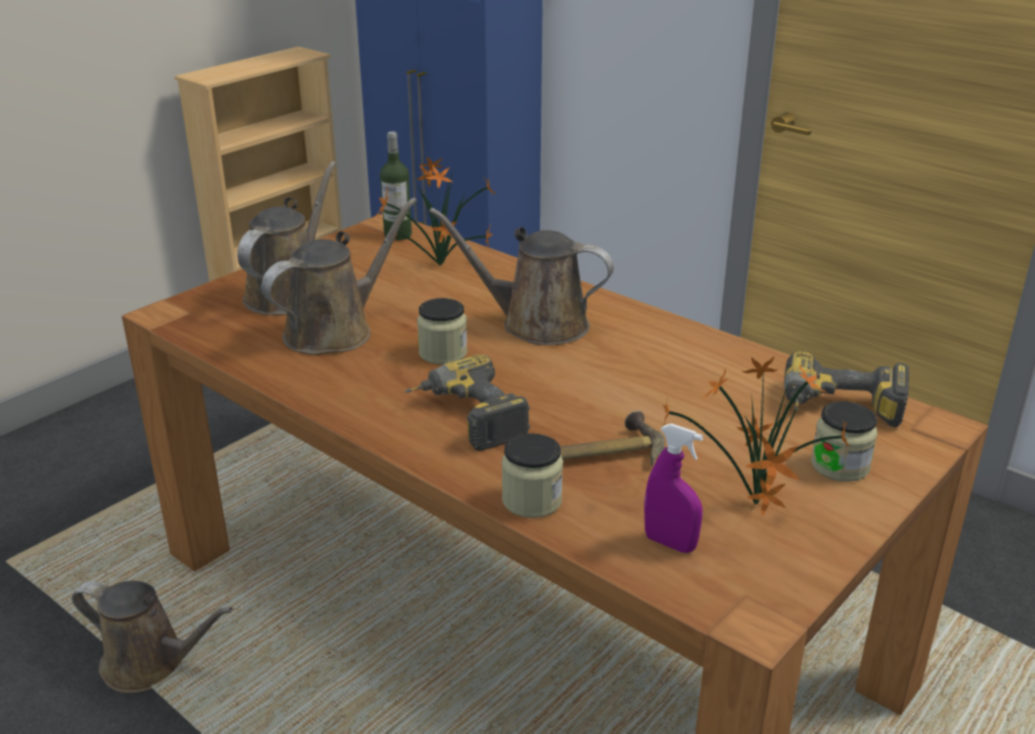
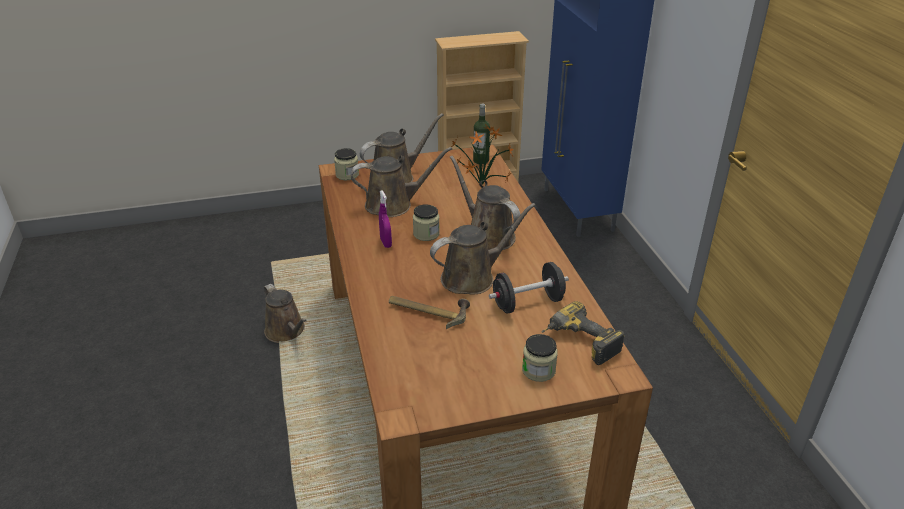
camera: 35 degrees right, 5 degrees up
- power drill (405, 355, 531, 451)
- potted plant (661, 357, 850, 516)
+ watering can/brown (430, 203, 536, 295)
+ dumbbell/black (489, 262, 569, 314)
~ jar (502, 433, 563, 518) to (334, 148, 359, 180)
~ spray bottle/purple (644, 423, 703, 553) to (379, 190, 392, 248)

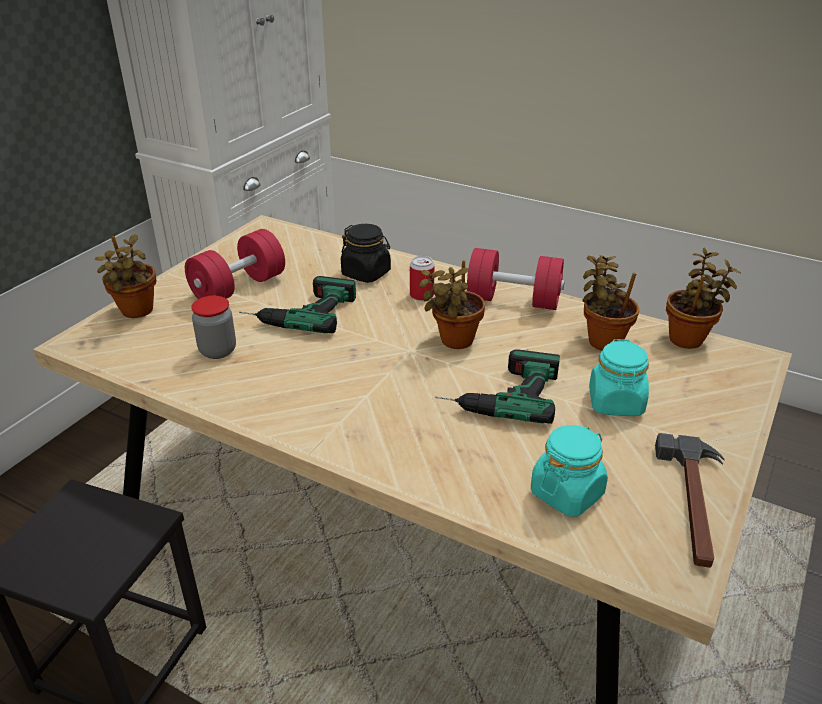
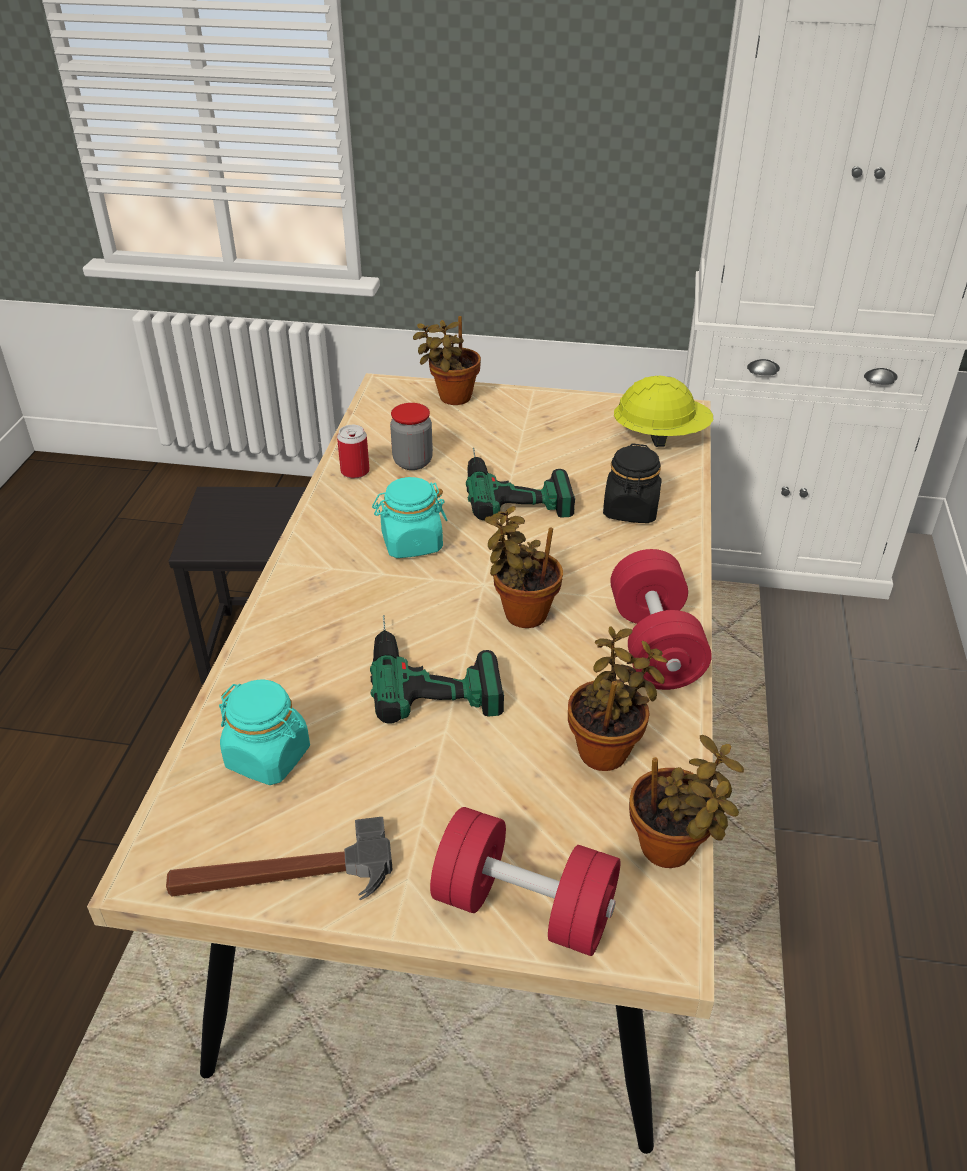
camera: 70 degrees right, 5 degrees up
+ hard hat/yellow (614, 376, 713, 447)
~ dumbbell/red (185, 229, 285, 299) to (430, 807, 621, 956)
~ can (410, 256, 435, 301) to (337, 425, 370, 478)
~ jar/turquoise (589, 339, 649, 416) to (372, 477, 447, 558)

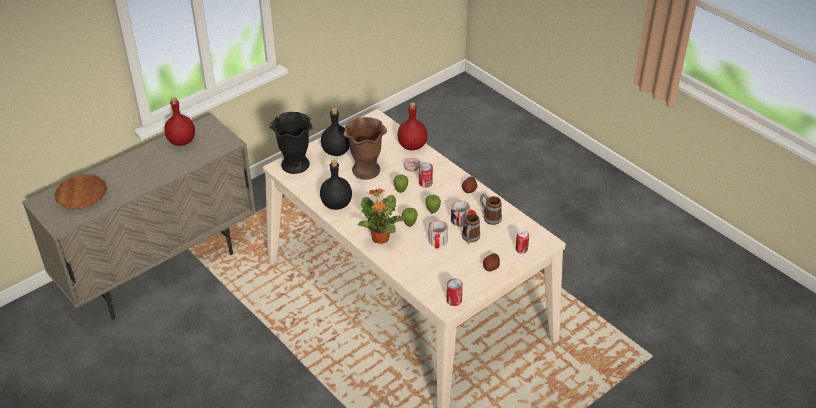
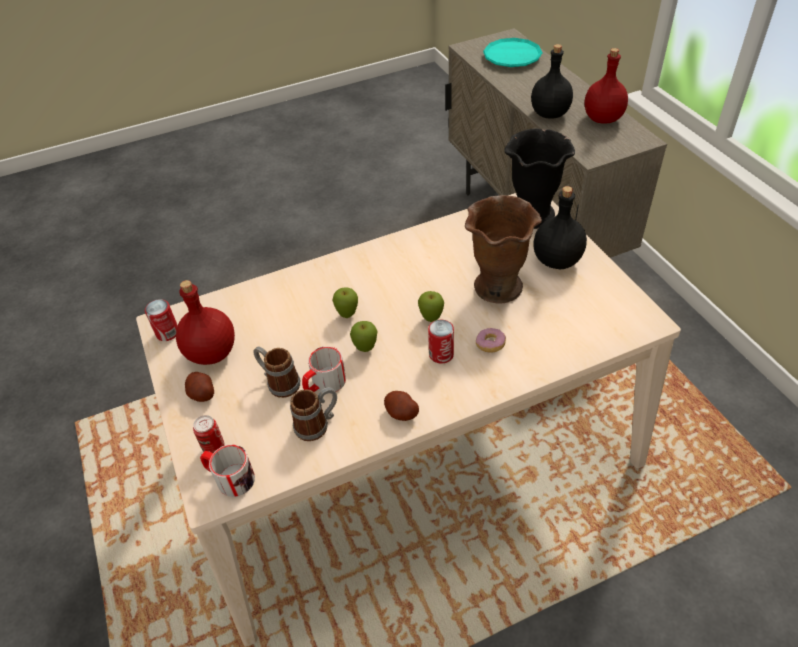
camera: 110 degrees right, 5 degrees up
- potted plant (358, 188, 405, 244)
~ bottle/black (320, 160, 352, 210) to (531, 44, 573, 119)
~ bottle/red (397, 102, 427, 150) to (176, 280, 235, 365)
~ mug (428, 220, 448, 248) to (200, 444, 255, 497)
~ plate/brown (54, 175, 107, 209) to plate/turquoise (483, 38, 542, 67)

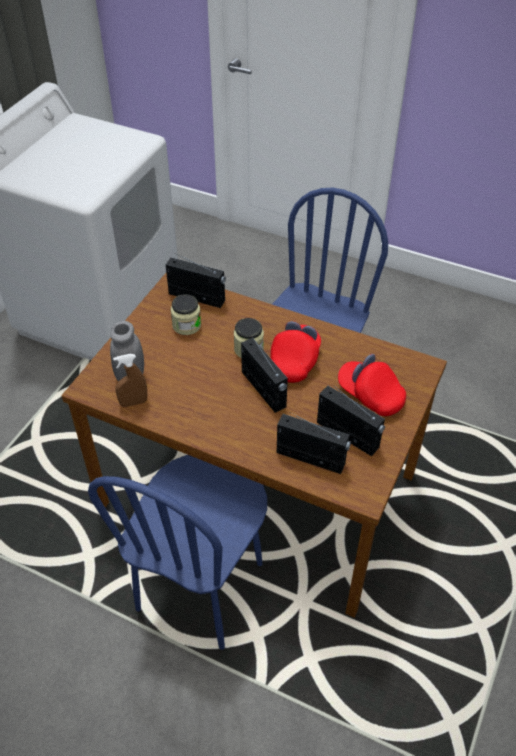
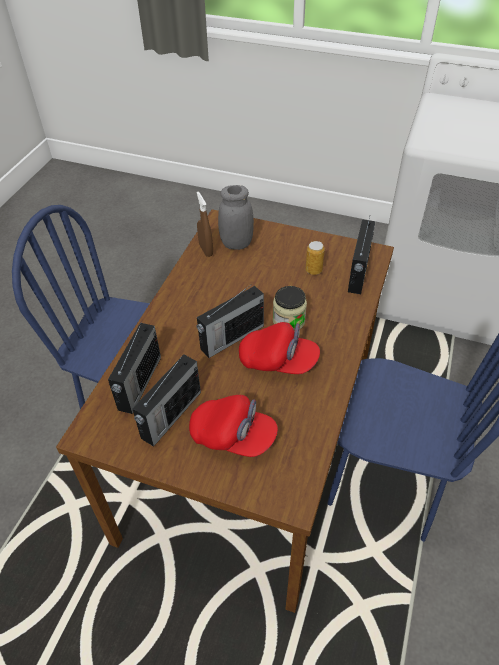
camera: 85 degrees right, 0 degrees up
~ jar (171, 294, 201, 335) to can (305, 241, 325, 275)
~ cap/red (338, 354, 406, 416) = (189, 395, 278, 457) 75 degrees clockwise

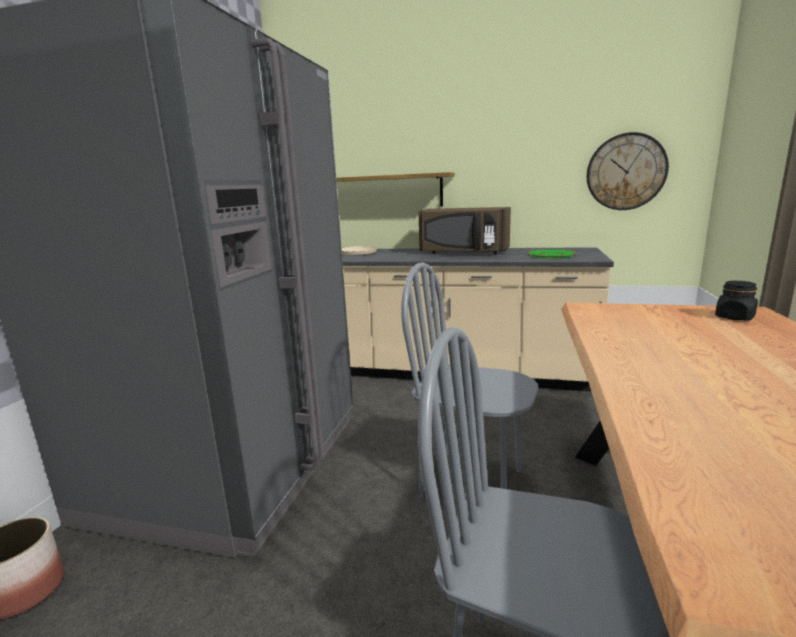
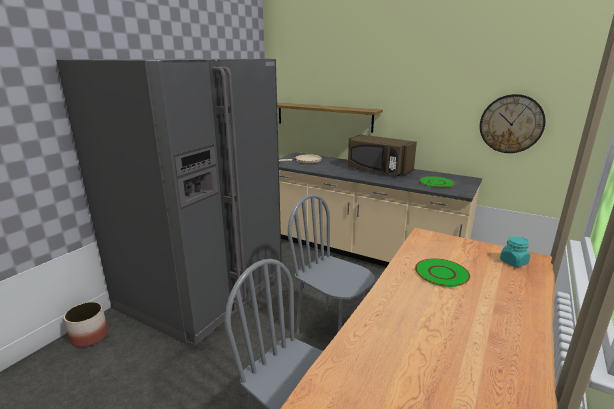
camera: 15 degrees right, 5 degrees up
+ plate/green (415, 258, 470, 287)
~ jar/black (715, 281, 758, 321) to jar/turquoise (500, 237, 530, 267)

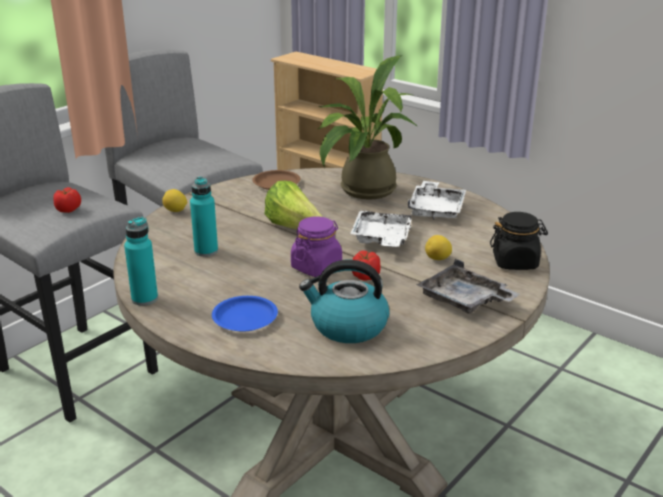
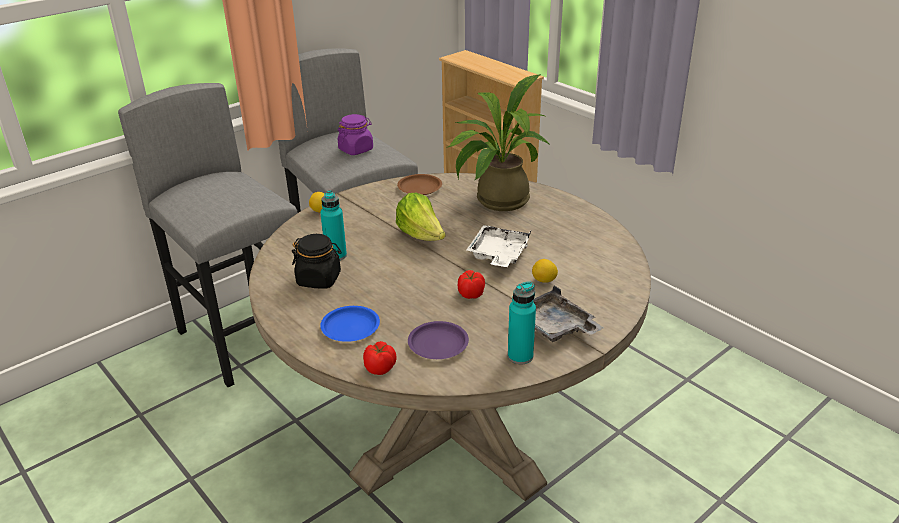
camera: 10 degrees right, 5 degrees up
- tray/white (408, 181, 466, 219)
~ tomato (53, 187, 81, 213) to (363, 341, 397, 375)
~ bottle/turquoise (124, 217, 158, 306) to (508, 281, 536, 364)
~ jar/purple (291, 216, 342, 277) to (337, 114, 373, 155)
~ jar/black (490, 212, 548, 270) to (292, 234, 342, 289)
~ kettle (299, 260, 389, 343) to plate/purple (408, 321, 469, 359)

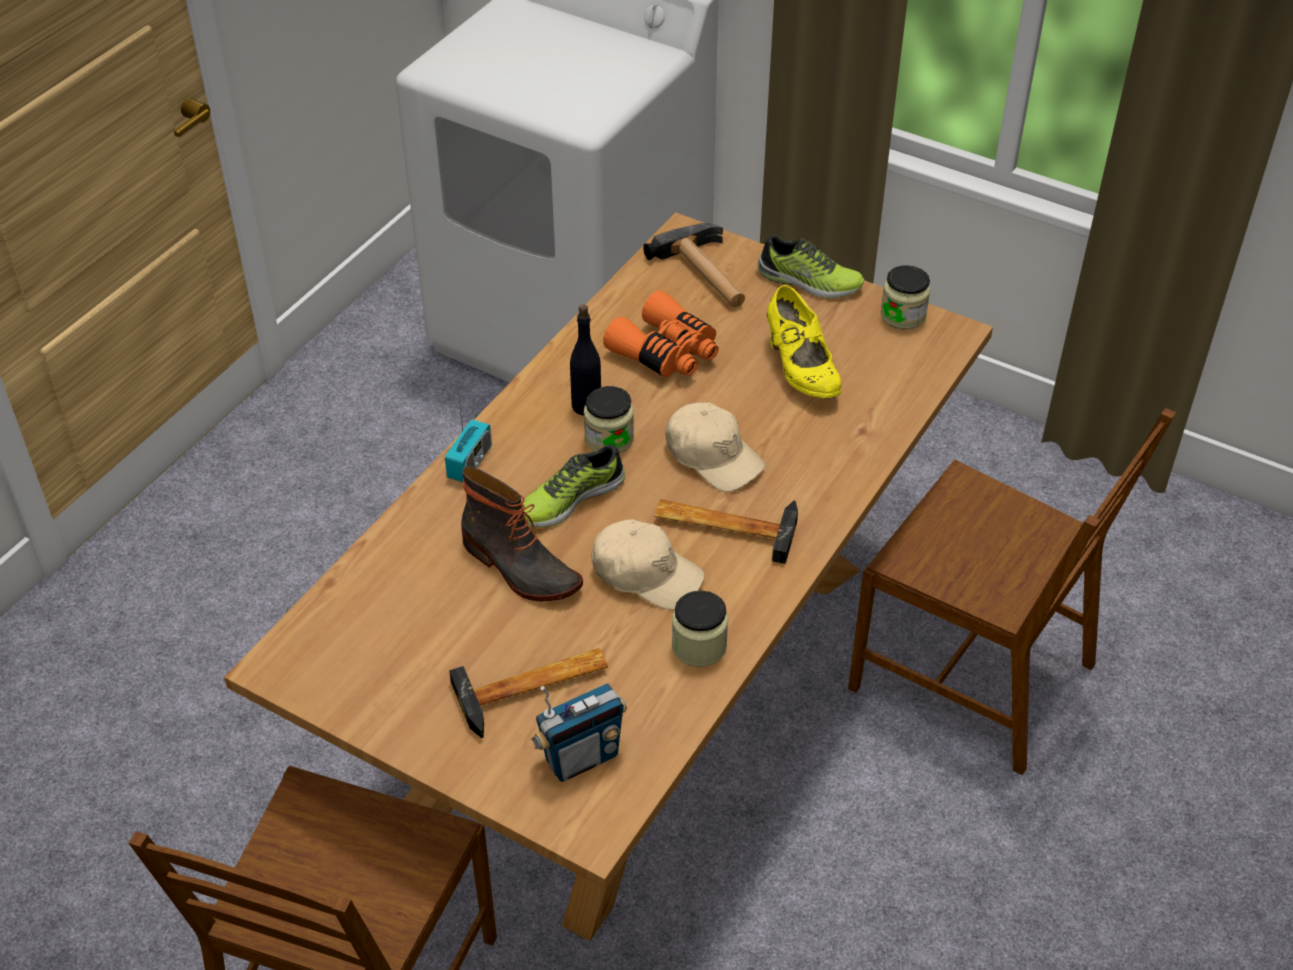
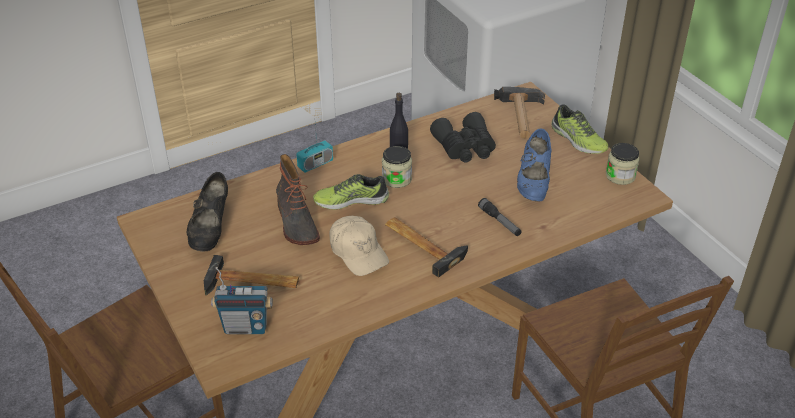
camera: 30 degrees right, 5 degrees down
- cap/beige (665, 403, 765, 492)
- jar (672, 590, 728, 667)
+ shoe/black (186, 172, 228, 252)
+ flashlight (478, 198, 522, 236)
~ binoculars/orange (603, 290, 719, 377) to binoculars/black (430, 112, 496, 163)
~ shoe/yellow (767, 285, 842, 399) to shoe/blue (517, 128, 551, 202)

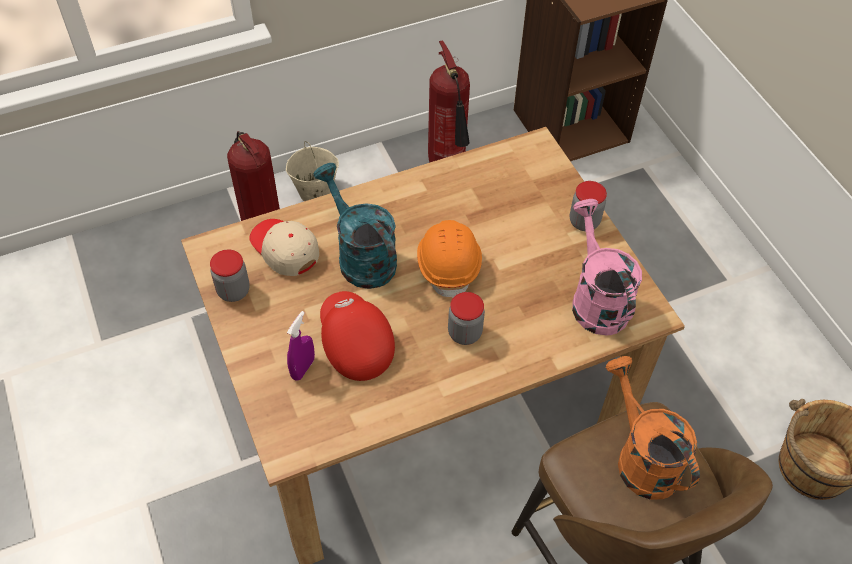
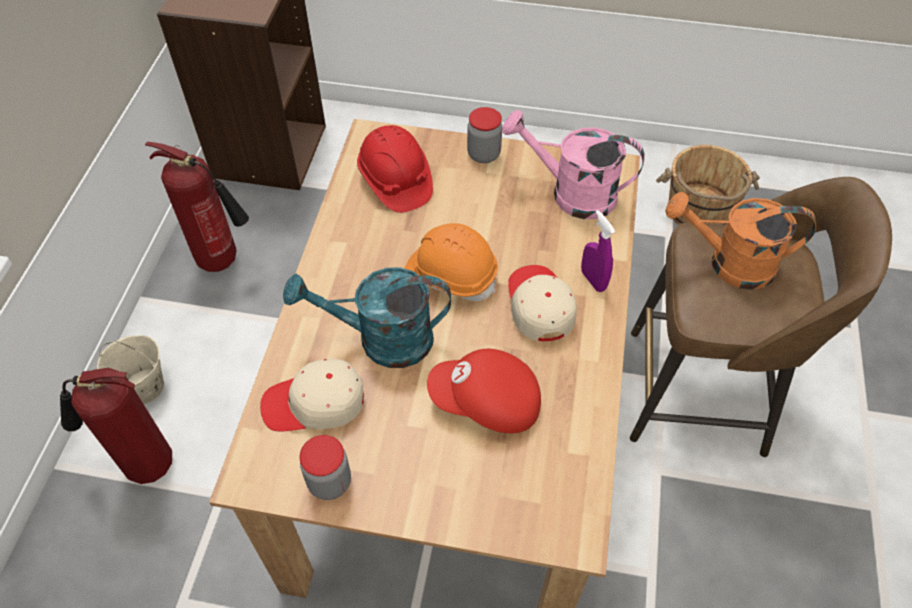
camera: 55 degrees left, 0 degrees up
+ hard hat/red (357, 125, 433, 213)
~ spray bottle/purple (287, 311, 315, 380) to (581, 210, 615, 292)
~ jar (448, 292, 485, 345) to cap/beige (508, 265, 577, 341)

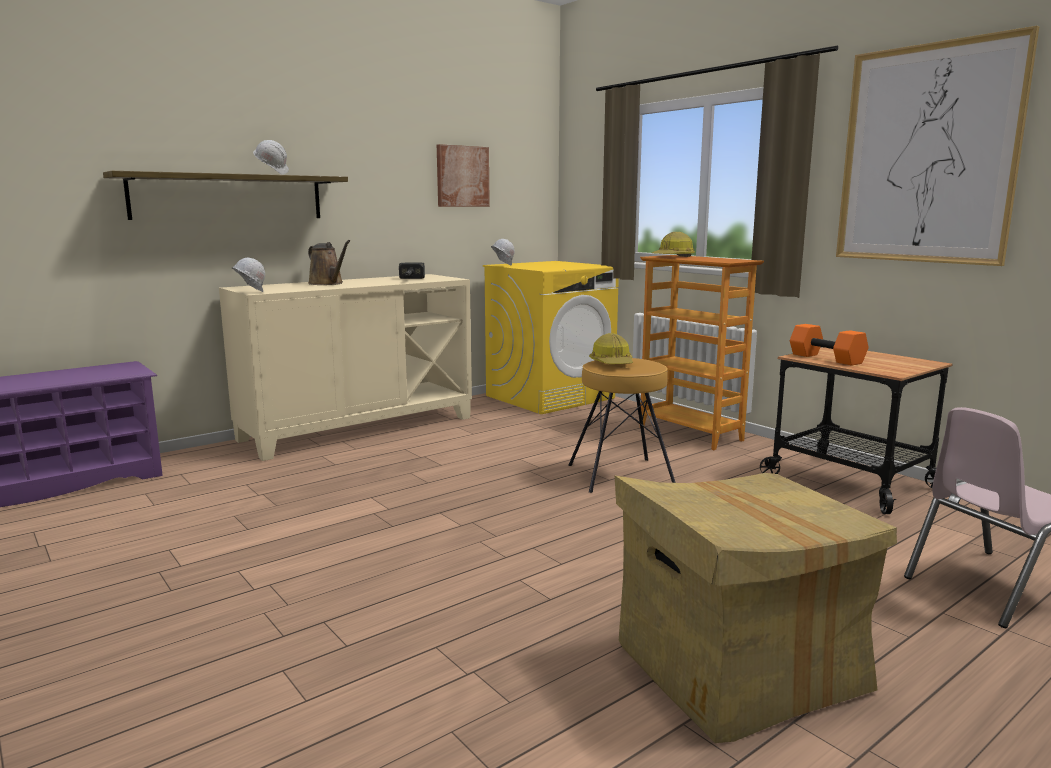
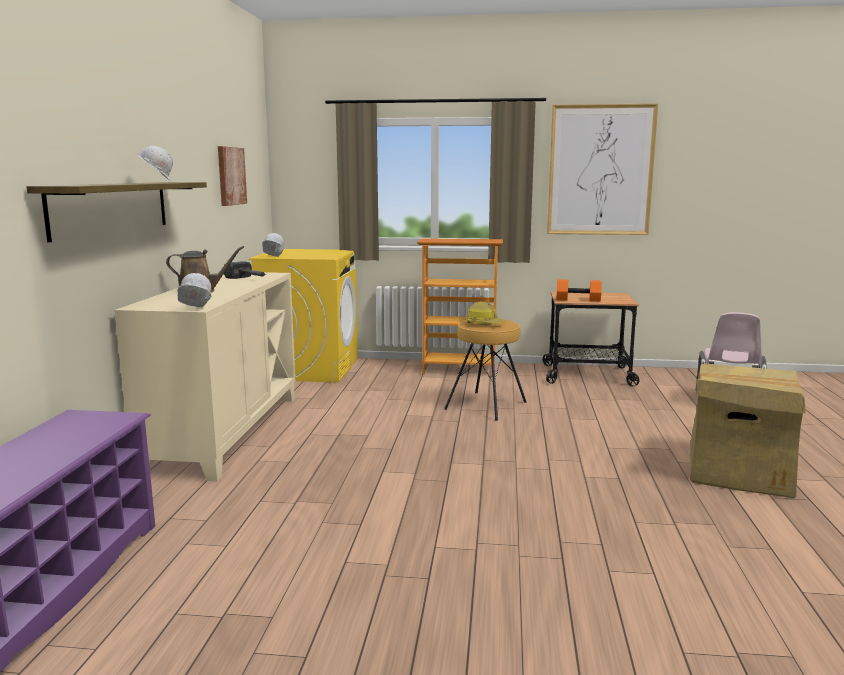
camera: 45 degrees left, 0 degrees up
- hard hat (652, 232, 695, 257)

